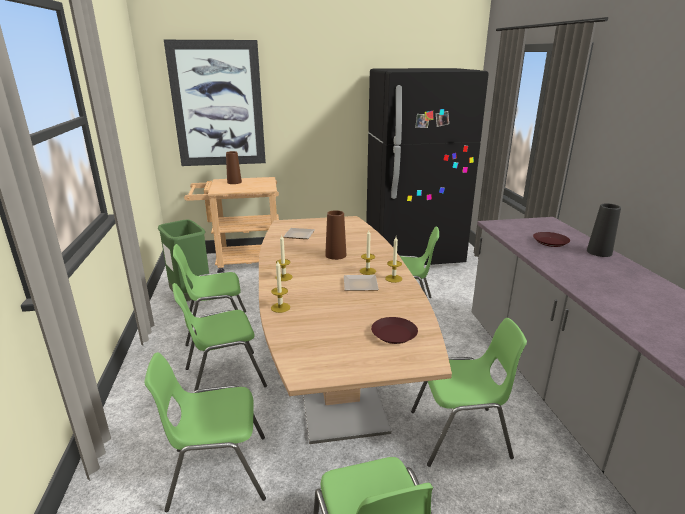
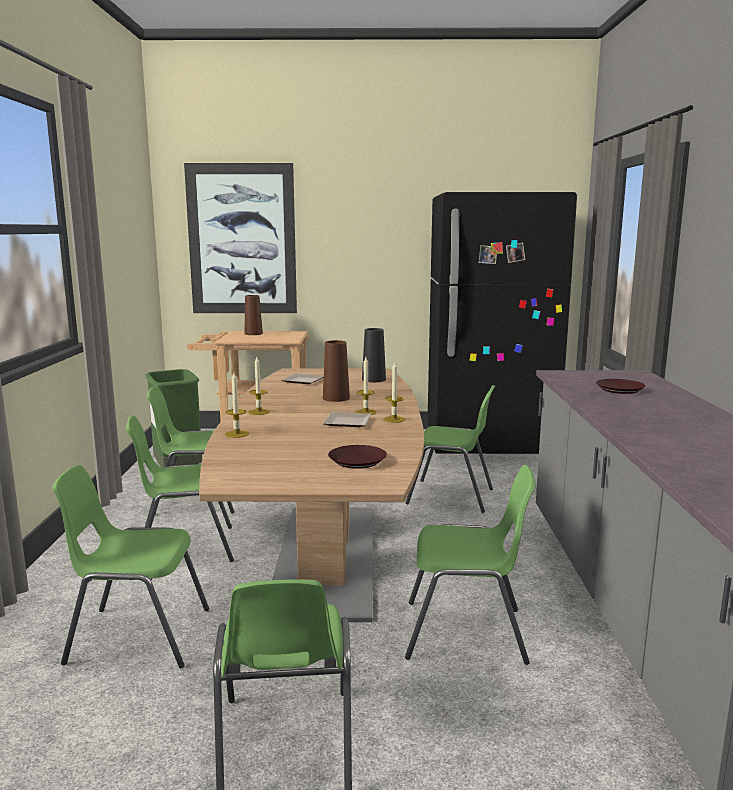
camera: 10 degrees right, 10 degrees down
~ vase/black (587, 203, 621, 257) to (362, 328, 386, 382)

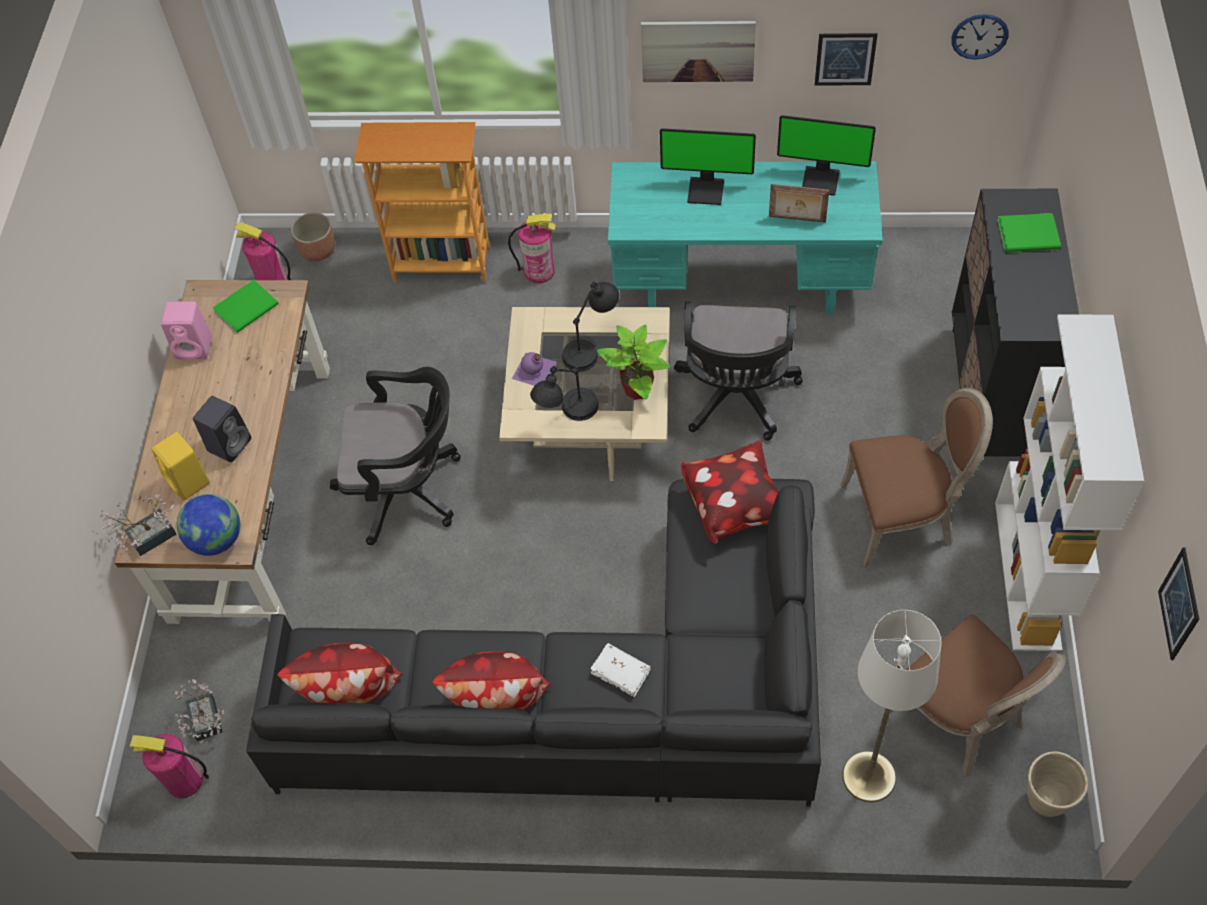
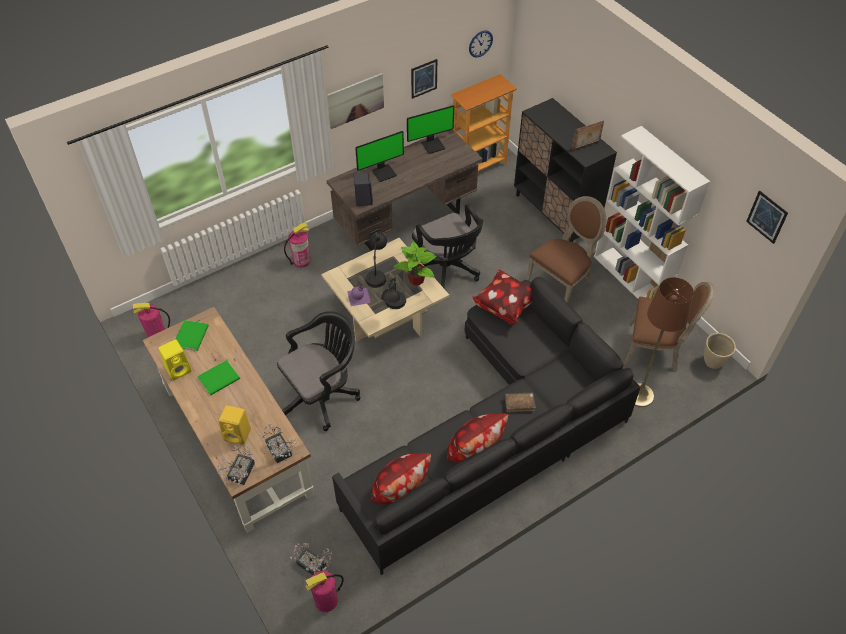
camera: 40 degrees left, 5 degrees down
- planter (291, 213, 335, 262)
~ speaker/black (193, 396, 251, 463) to (354, 172, 373, 206)
~ bookcase (354, 122, 490, 283) to (450, 74, 517, 171)
~ picture frame (769, 184, 829, 223) to (572, 120, 604, 150)
~ book/green (997, 213, 1061, 252) to (197, 360, 240, 395)
~ globe (177, 494, 240, 556) to potted plant (259, 423, 297, 463)
~ speaker/pink (161, 301, 212, 359) to speaker/yellow (158, 339, 192, 380)
~ book/white (590, 643, 651, 697) to book/brown (505, 392, 536, 413)
~ desk/turquoise (608, 161, 883, 315) to desk/brown (327, 129, 482, 251)
~ floor lamp/white (842, 610, 942, 803) to floor lamp/brown (635, 277, 694, 407)

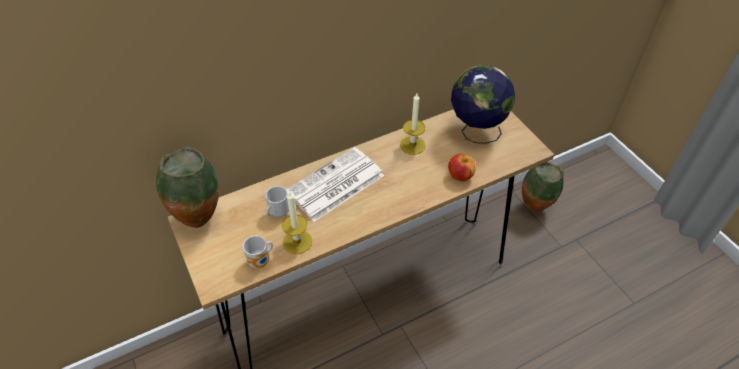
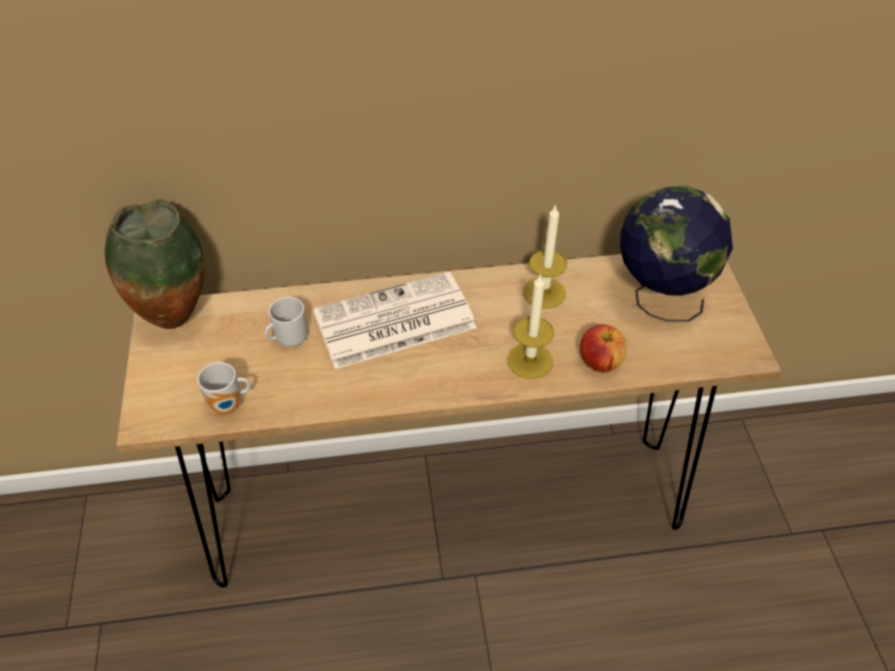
camera: 20 degrees right, 0 degrees up
- vase (522, 162, 563, 212)
~ candle (282, 191, 312, 254) to (508, 274, 554, 379)

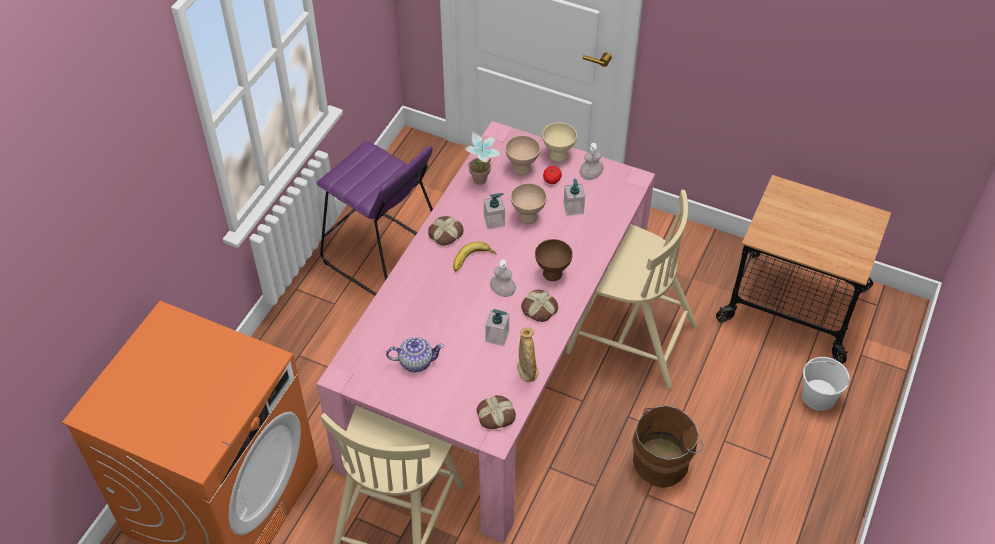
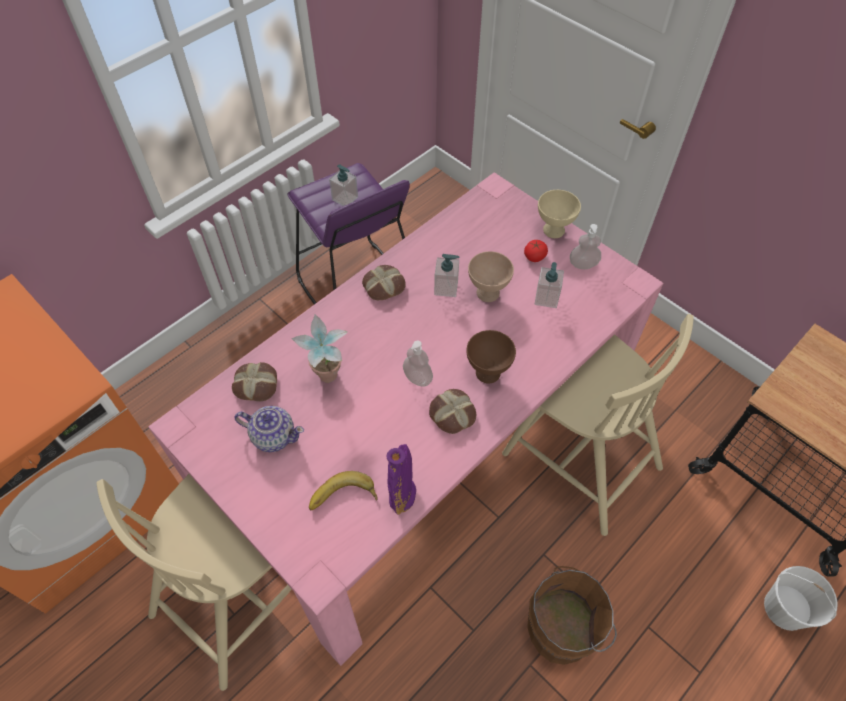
camera: 20 degrees right, 5 degrees up
- bowl/beige (505, 135, 540, 175)
~ banana (453, 242, 496, 271) to (309, 471, 378, 510)
~ potted plant (465, 131, 502, 185) to (291, 314, 348, 383)
~ bread (477, 395, 516, 429) to (232, 362, 277, 401)
~ soap dispenser (485, 309, 509, 346) to (329, 164, 358, 206)
~ vase/beige (517, 327, 538, 382) to vase/purple (387, 444, 416, 515)

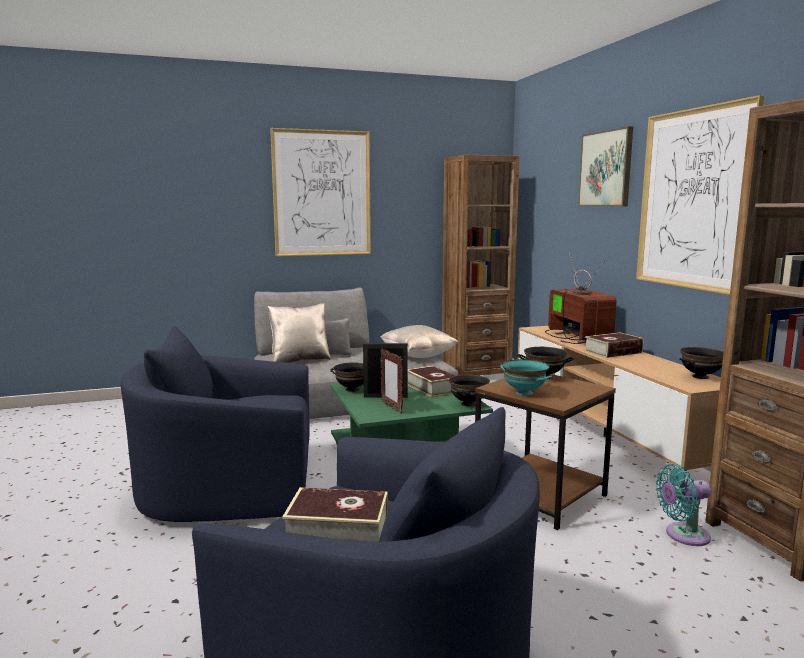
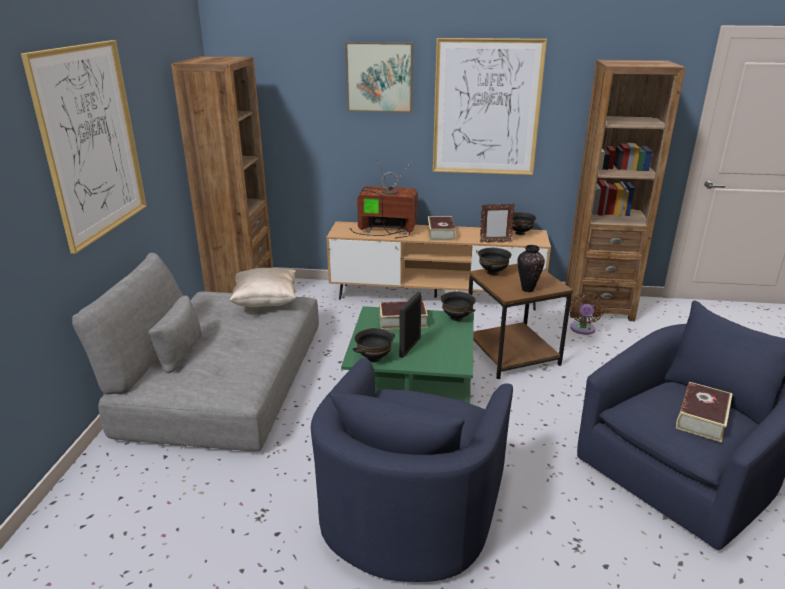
camera: 65 degrees left, 15 degrees up
- pillow/beige (268, 303, 331, 363)
~ picture frame (380, 348, 403, 414) to (480, 203, 515, 243)
~ bowl/turquoise (500, 359, 552, 396) to vase (517, 245, 545, 292)
~ fan/turquoise (656, 464, 711, 546) to fan/brown (569, 292, 605, 335)

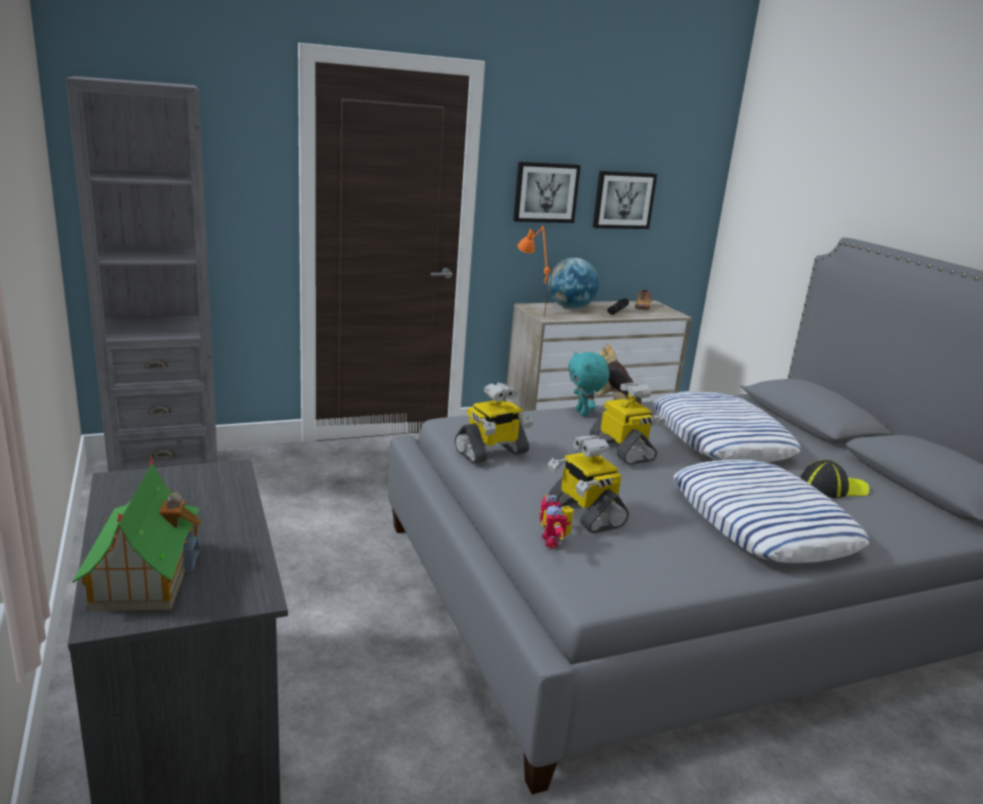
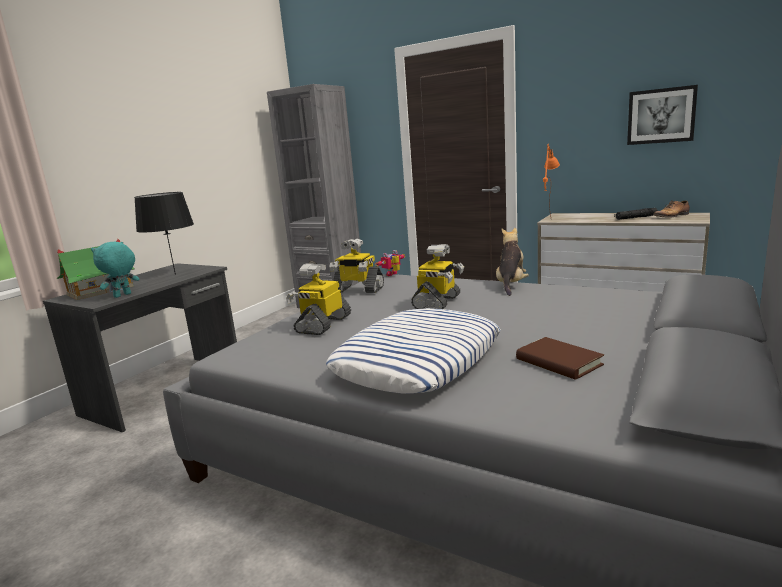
camera: 55 degrees right, 5 degrees down
- picture (513, 162, 581, 223)
- globe (548, 258, 599, 309)
- pillow (653, 392, 801, 462)
+ table lamp/black (134, 192, 194, 275)
~ toy robot (540, 495, 574, 548) to (375, 250, 405, 276)
~ plush toy/turquoise (568, 351, 609, 417) to (91, 242, 140, 298)
~ cap (800, 460, 869, 498) to book/brown (516, 337, 604, 380)

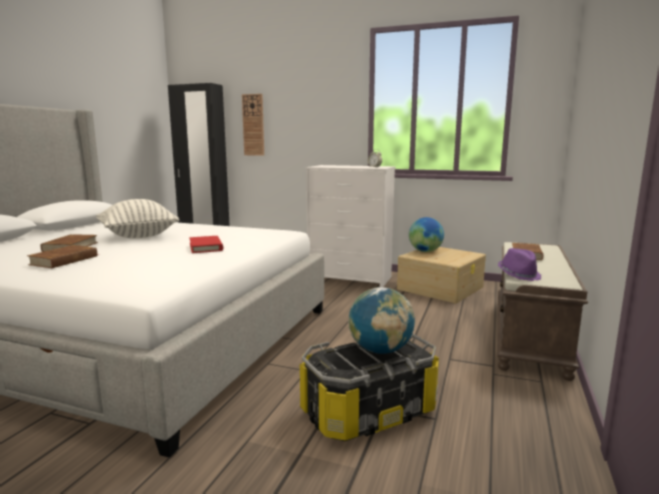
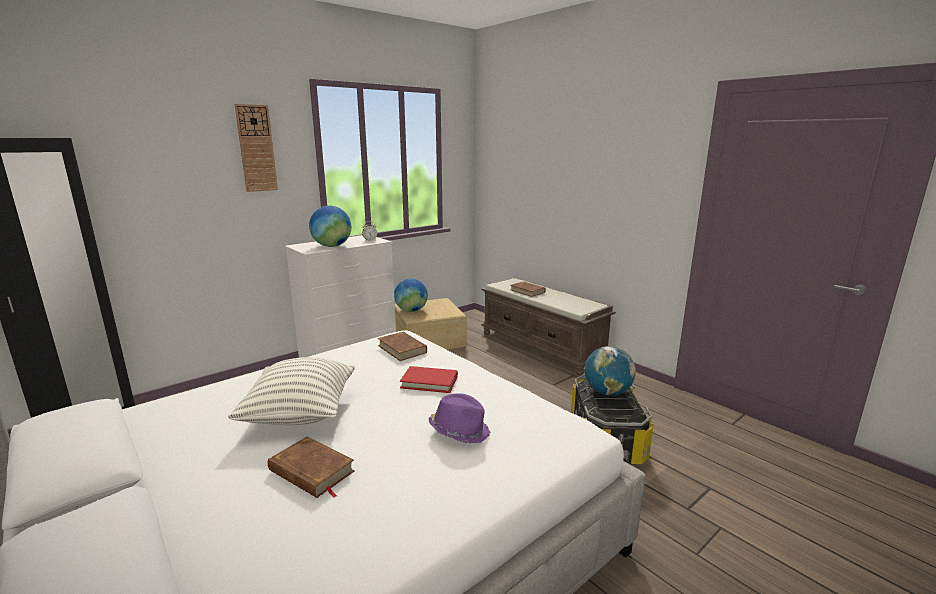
camera: 60 degrees left, 5 degrees up
+ globe (309, 206, 351, 247)
~ book/brown (27, 245, 97, 268) to (378, 332, 427, 361)
~ wall clock (242, 94, 264, 156) to (235, 104, 278, 192)
~ hat/purple (498, 248, 541, 281) to (429, 394, 491, 444)

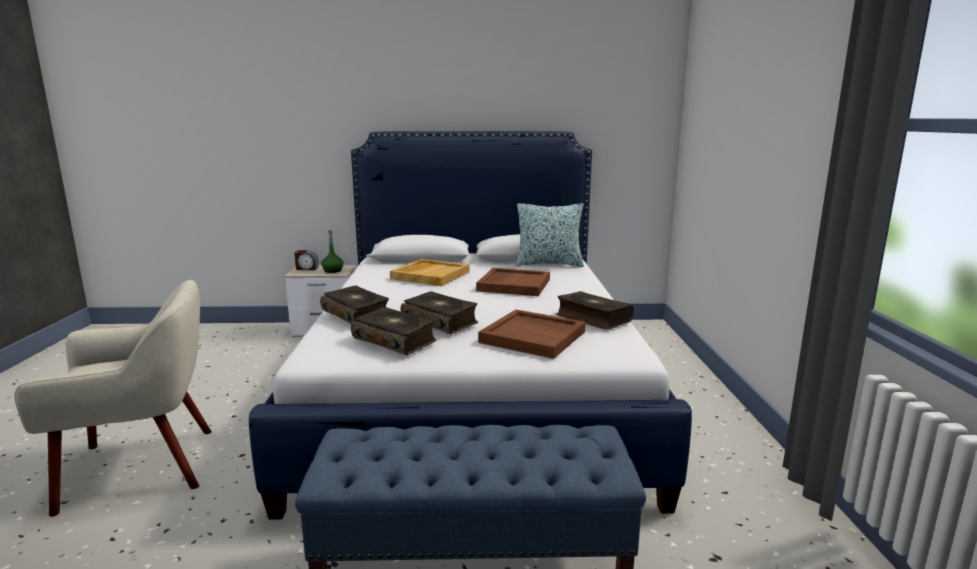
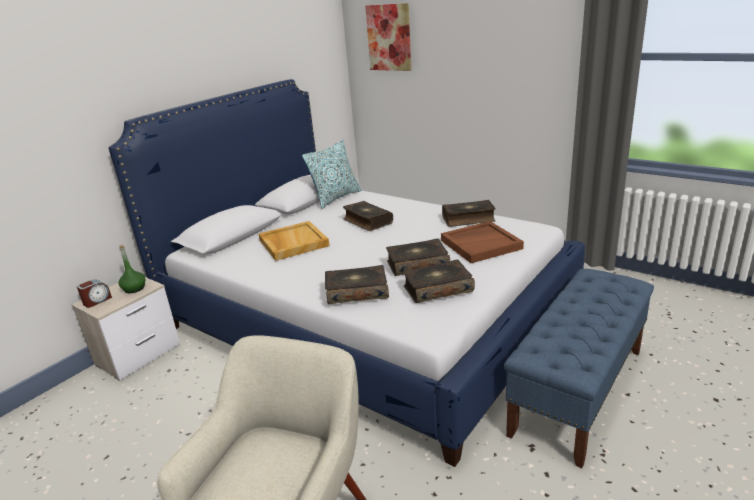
camera: 50 degrees left, 10 degrees up
+ picture (365, 3, 412, 71)
~ tray/brown (476, 268, 550, 296) to book (343, 201, 393, 231)

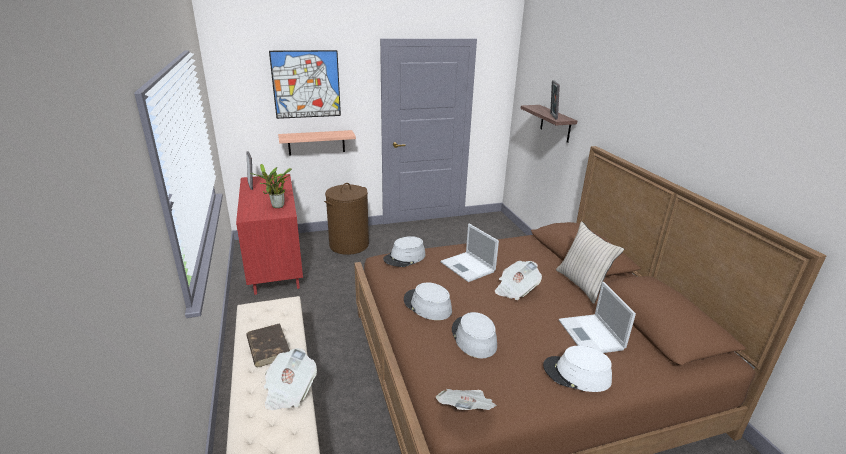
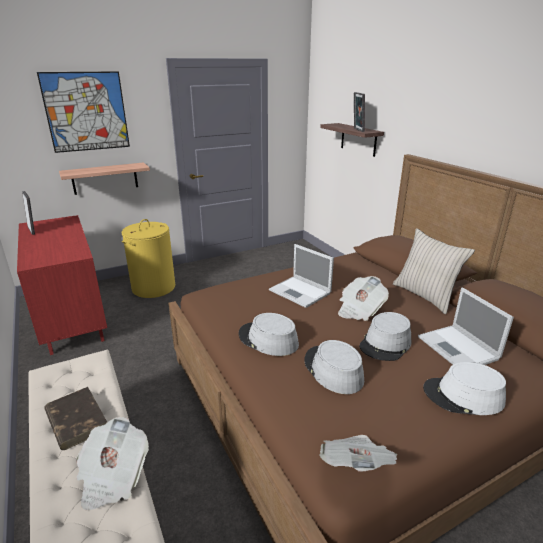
camera: 10 degrees left, 0 degrees up
- potted plant (250, 164, 292, 208)
~ hat/grey (383, 236, 426, 267) to (359, 312, 411, 361)
~ laundry basket/brown (324, 183, 369, 255) to laundry basket/yellow (121, 219, 175, 298)

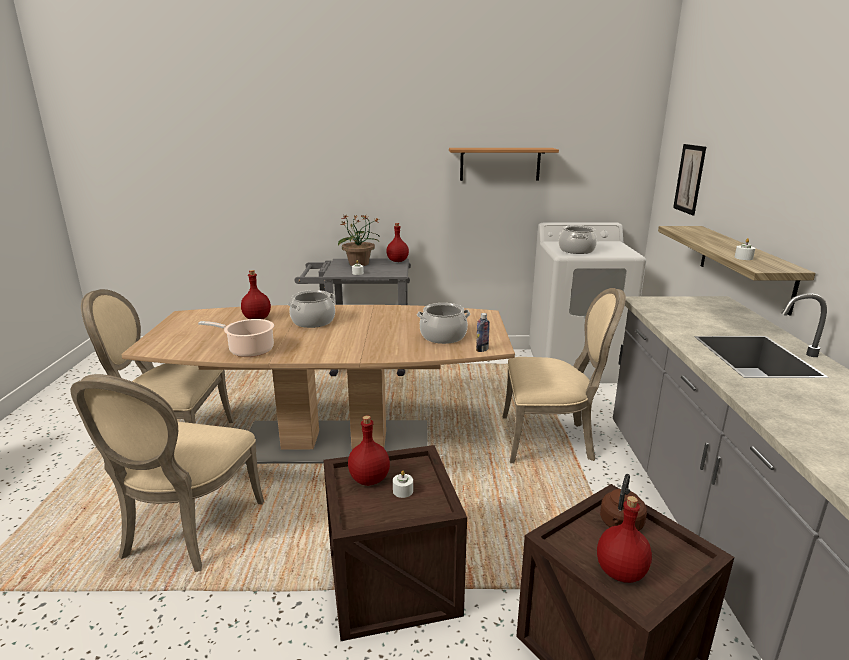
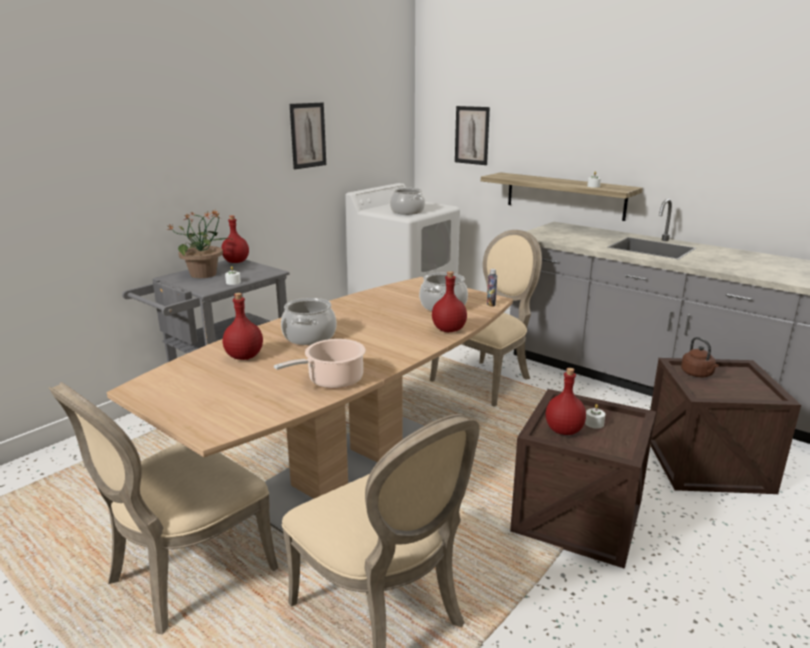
camera: 50 degrees left, 0 degrees up
~ bottle/red (597, 496, 652, 583) to (432, 271, 467, 332)
~ shelf (449, 148, 559, 181) to picture (290, 103, 326, 169)

